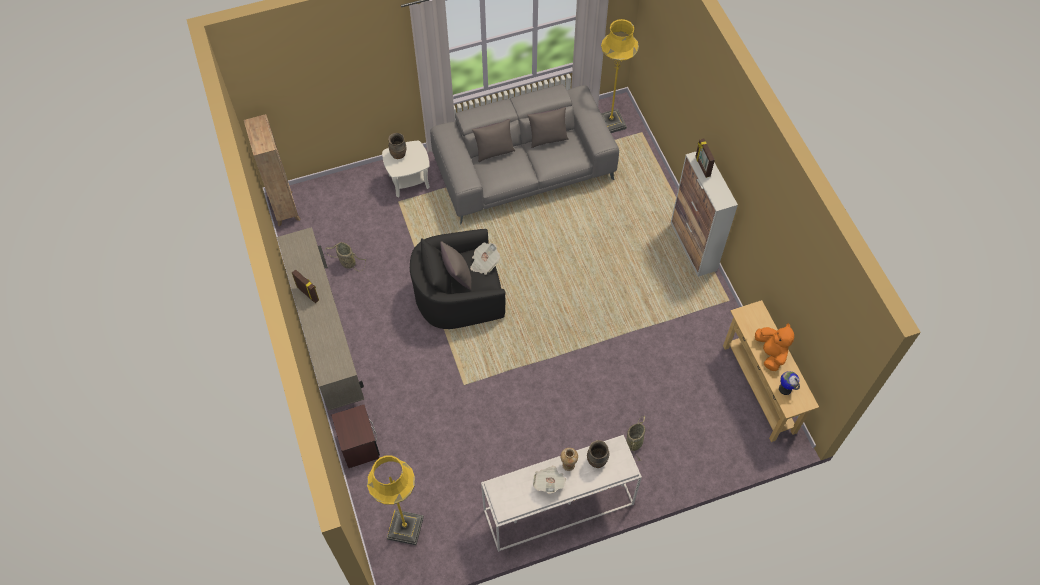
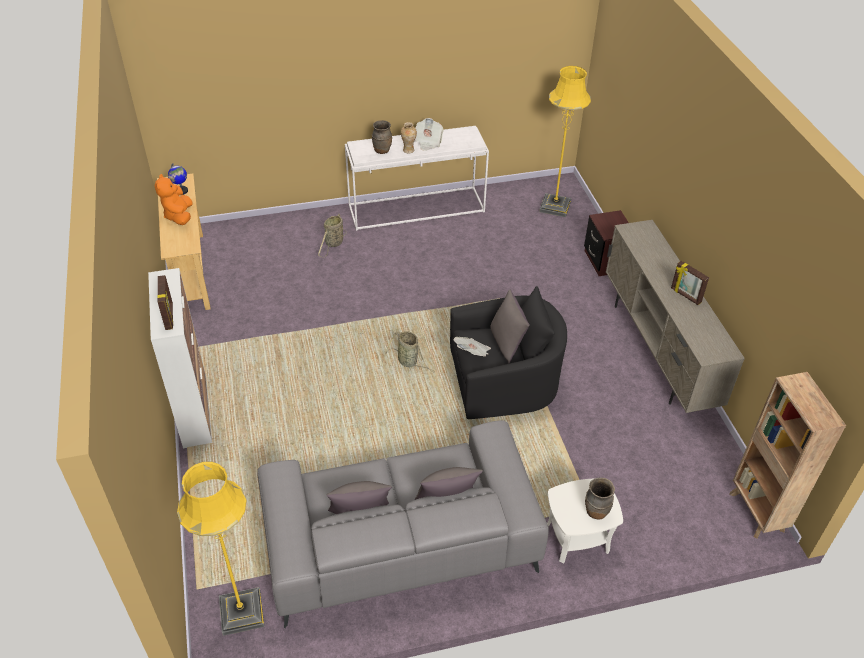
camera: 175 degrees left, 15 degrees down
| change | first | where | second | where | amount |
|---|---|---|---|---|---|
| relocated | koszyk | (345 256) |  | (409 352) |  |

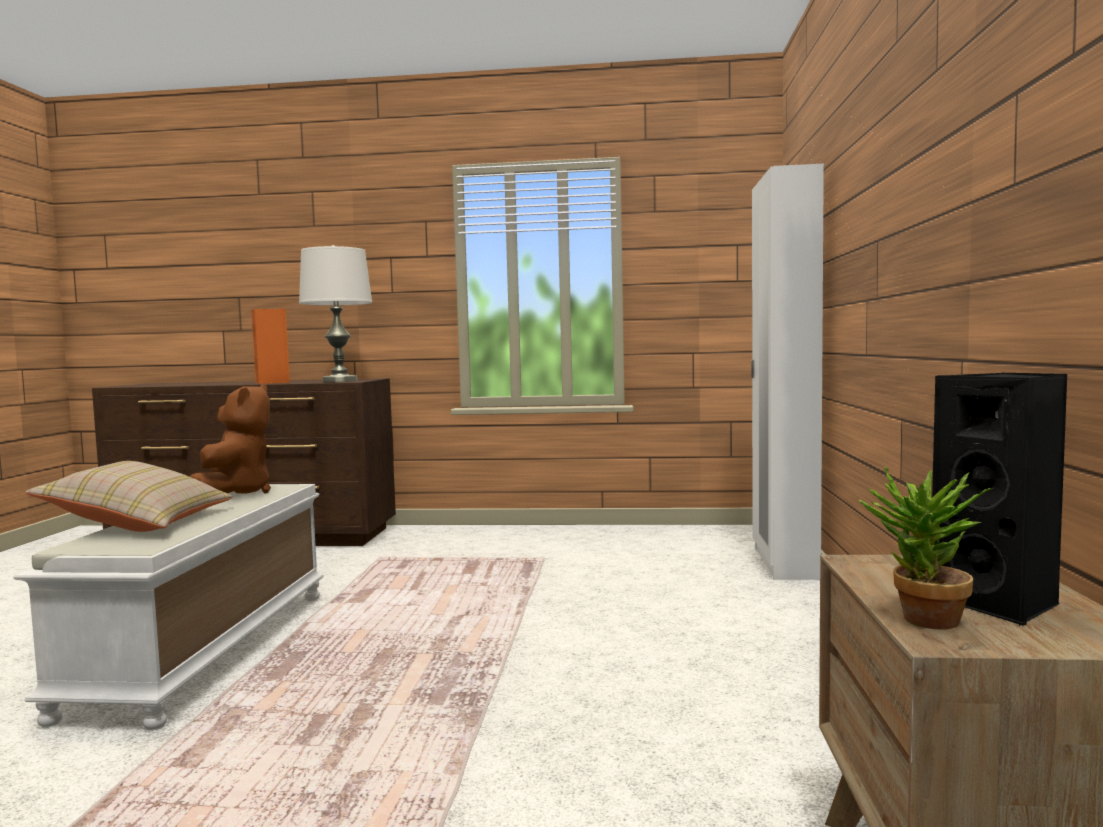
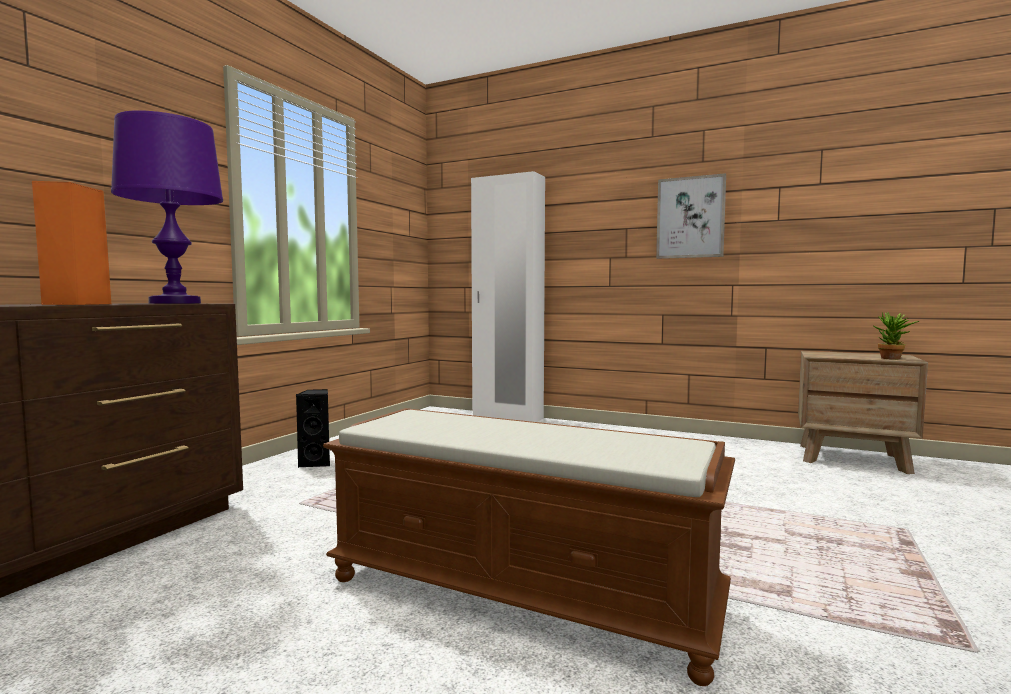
camera: 70 degrees left, 0 degrees up
| change | first | where | second | where | amount |
|---|---|---|---|---|---|
| missing | poduszka (beżowy) | (129 496) |  |  |  |
| missing | pluszak (brązowy) | (230 438) |  |  |  |
| appeared |  |  | obraz | (691 216) |  |
| relocated | głośnik (czarny) | (999 499) |  | (312 428) |  |
| colour | ławka (biały) | (168 607) | ławka (brązowy) | (529 547) |  |
| colour | lampa stołowa (biały) | (335 313) | lampa stołowa (fioletowy) | (167 207) |  |

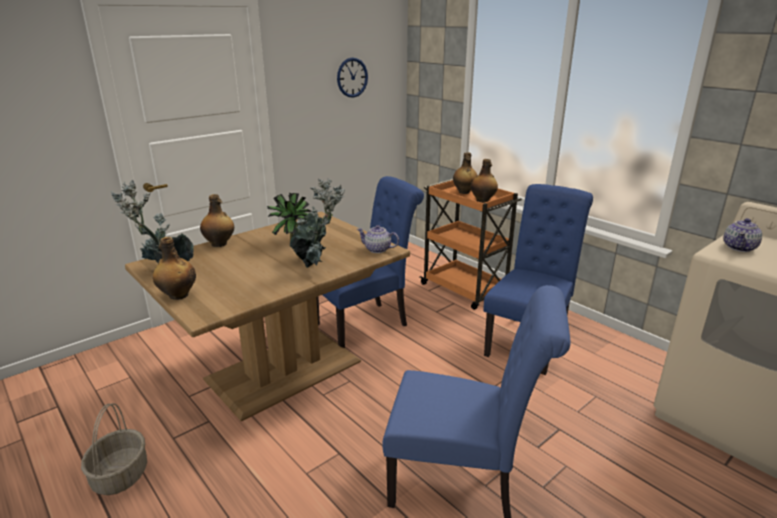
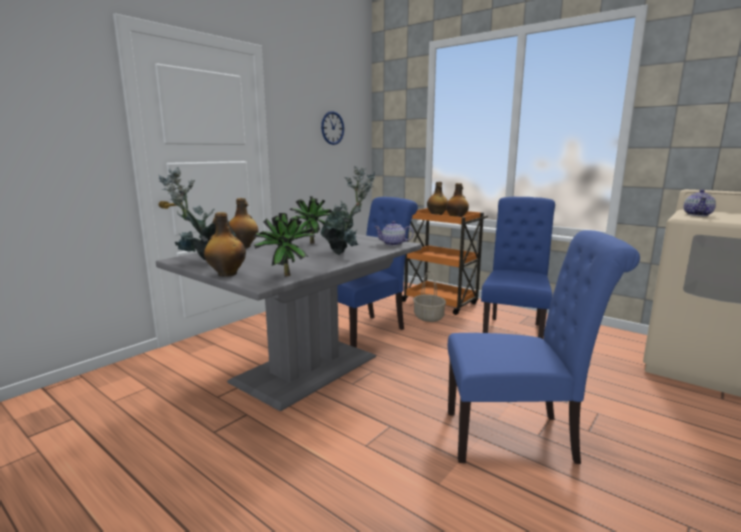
camera: 10 degrees left, 10 degrees down
| change | first | where | second | where | amount |
|---|---|---|---|---|---|
| appeared |  |  | roślina doniczkowa | (284 245) |  |
| relocated | koszyk | (114 449) |  | (429 296) |  |
| colour | stół jadalny (brązowy) | (267 317) | stół jadalny (szary) | (289 320) |  |

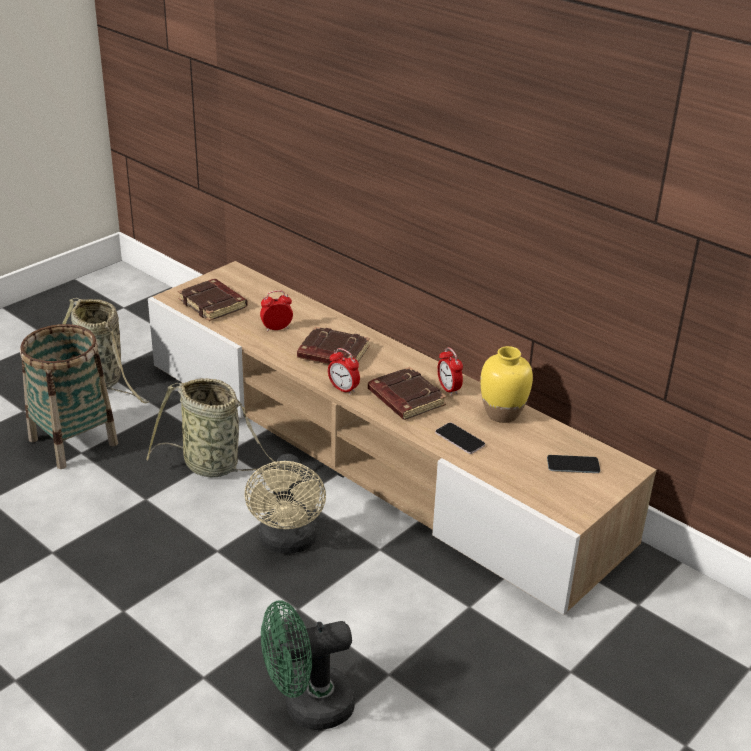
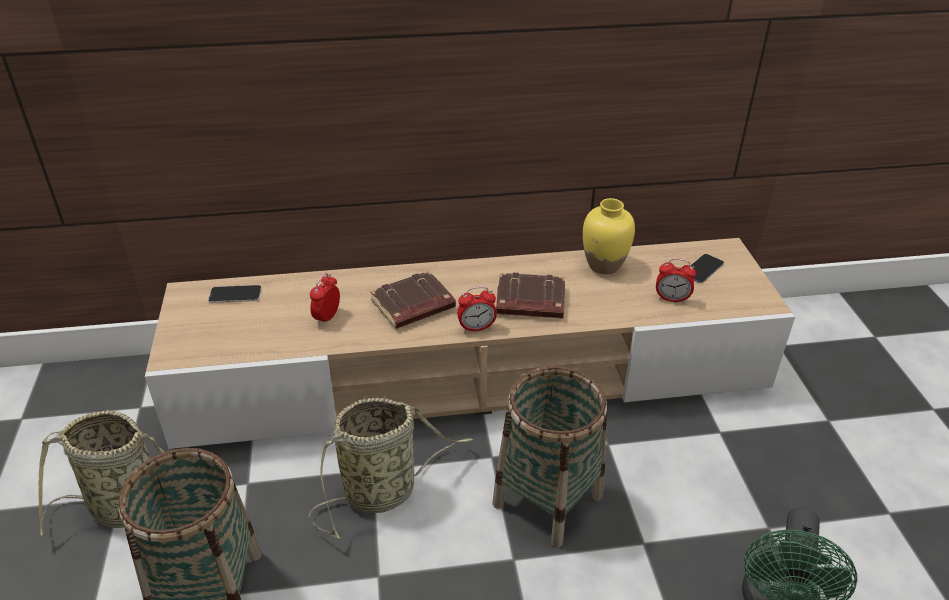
camera: 50 degrees left, 5 degrees up
| change | first | where | second | where | amount |
|---|---|---|---|---|---|
| missing | książka (brązowy) | (213 300) |  |  |  |
| relocated | telefon | (460 438) |  | (235 294) |  |
| relocated | budzik | (450 371) |  | (676 280) |  |
| exchanged | wentylator (beżowy) | (285 504) | koszyk | (549 456) |  |

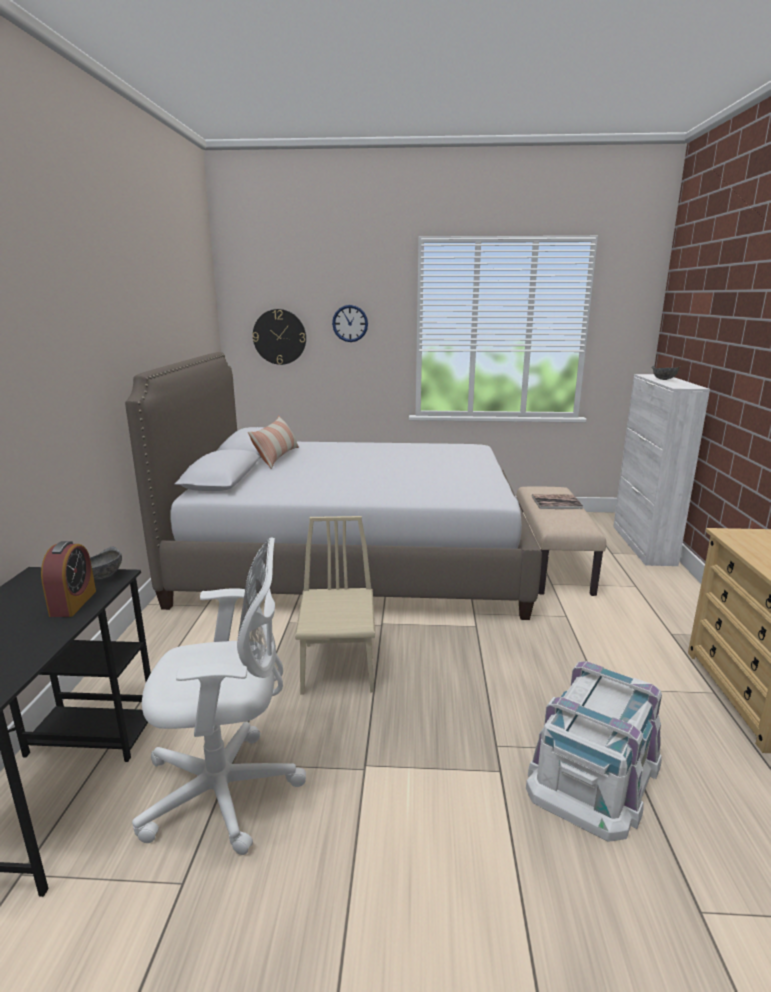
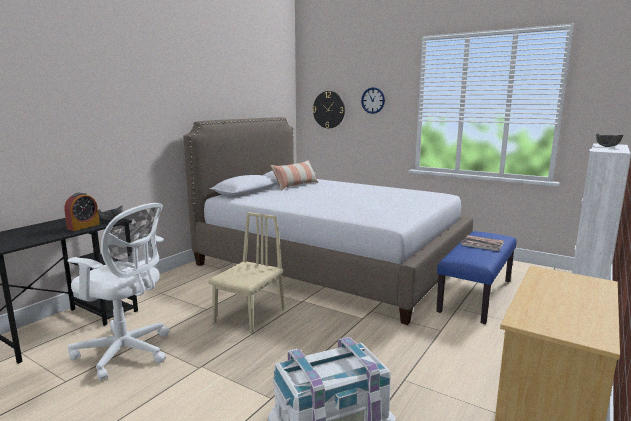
camera: 30 degrees right, 5 degrees down
| change | first | where | second | where | amount |
|---|---|---|---|---|---|
| colour | ławka (beżowy) | (561 541) | ławka (niebieski) | (476 277) |  |

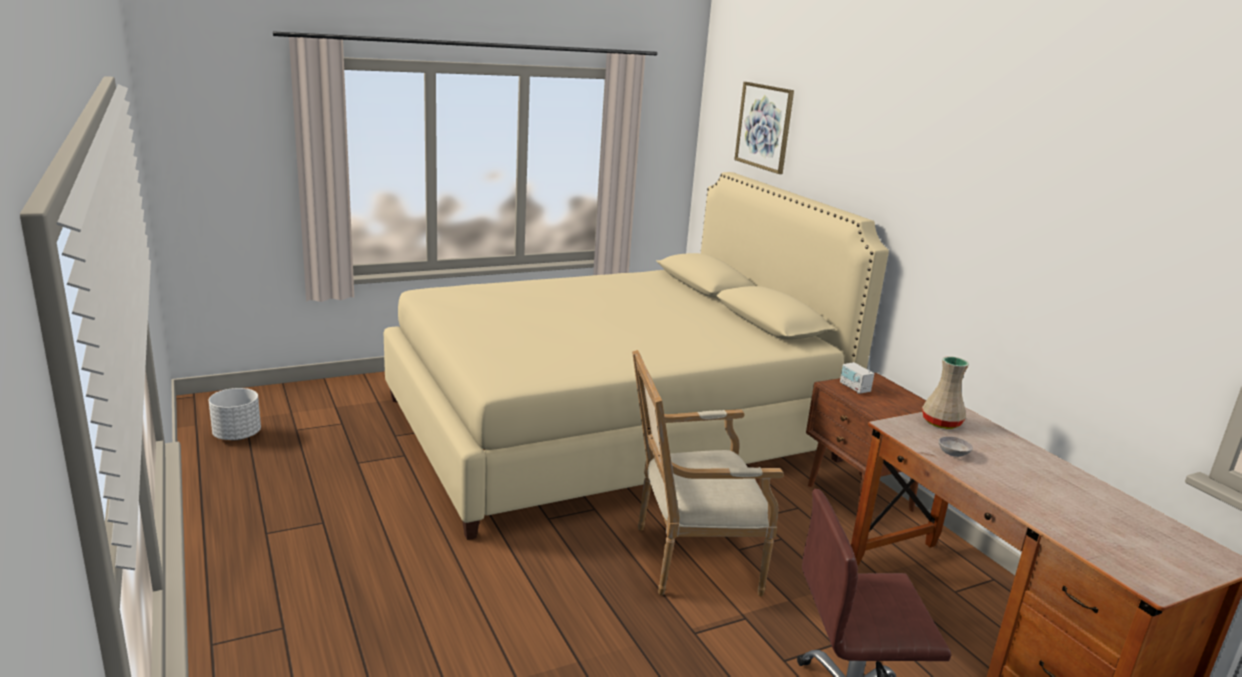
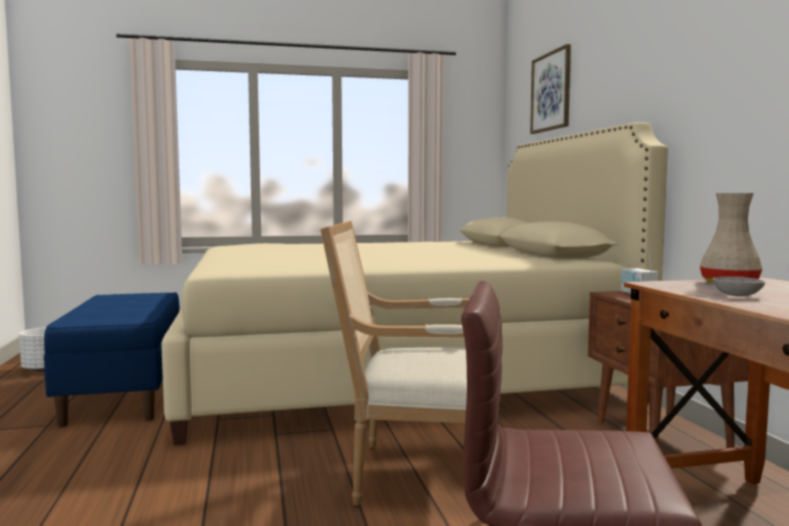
camera: 15 degrees right, 15 degrees down
| change | first | where | second | where | amount |
|---|---|---|---|---|---|
| appeared |  |  | ławka (niebieski) | (111 359) |  |

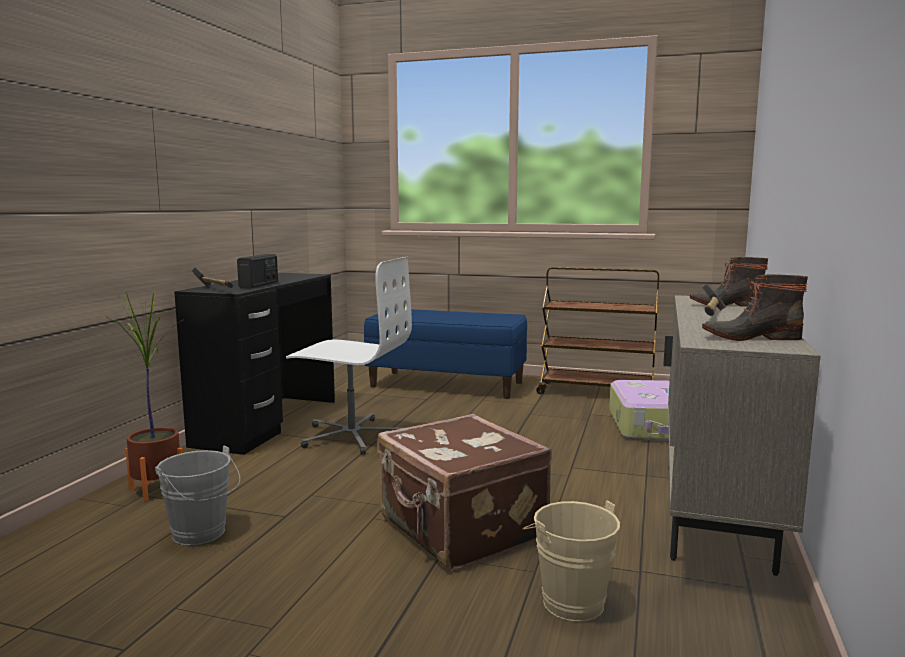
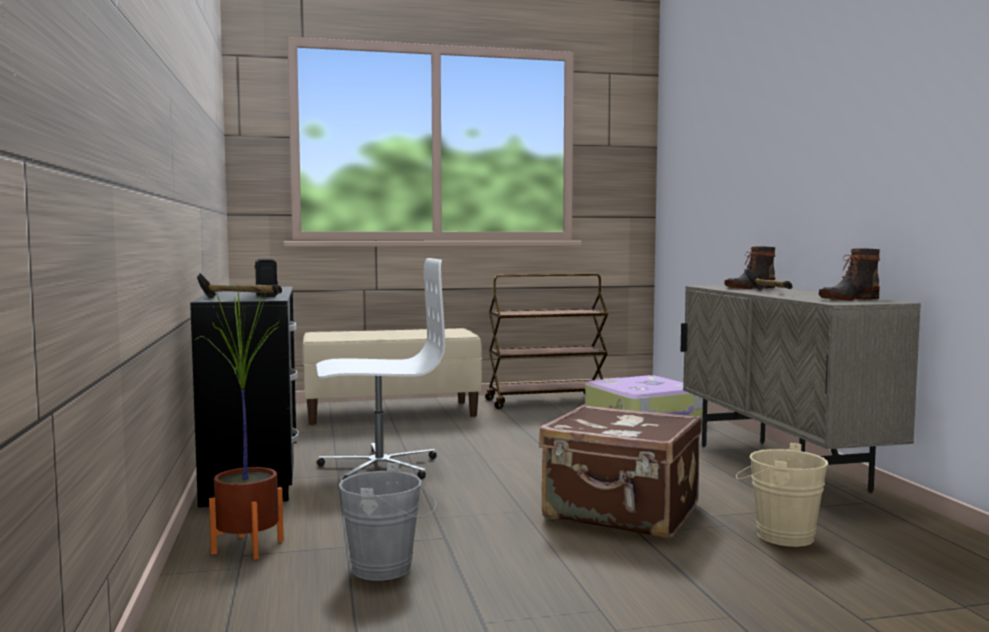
camera: 30 degrees left, 5 degrees down
| change | first | where | second | where | amount |
|---|---|---|---|---|---|
| colour | ławka (niebieski) | (445 353) | ławka (beżowy) | (392 376) |  |

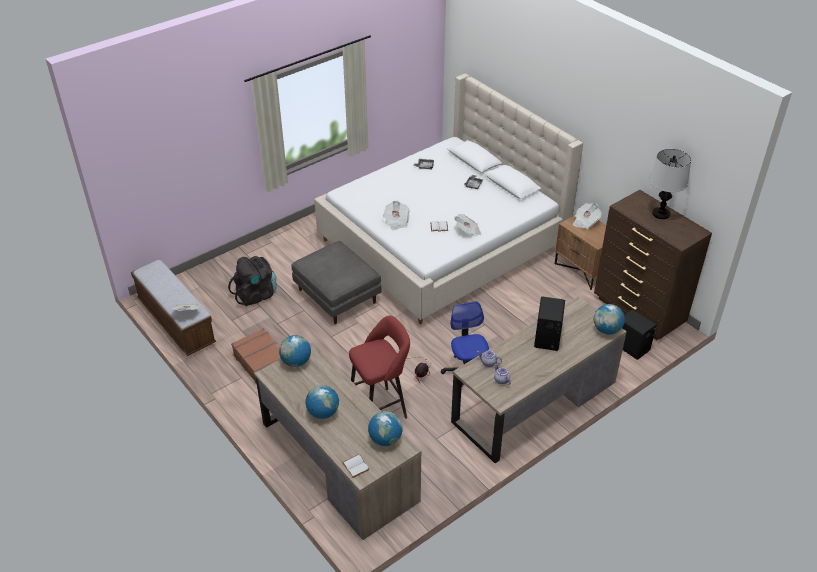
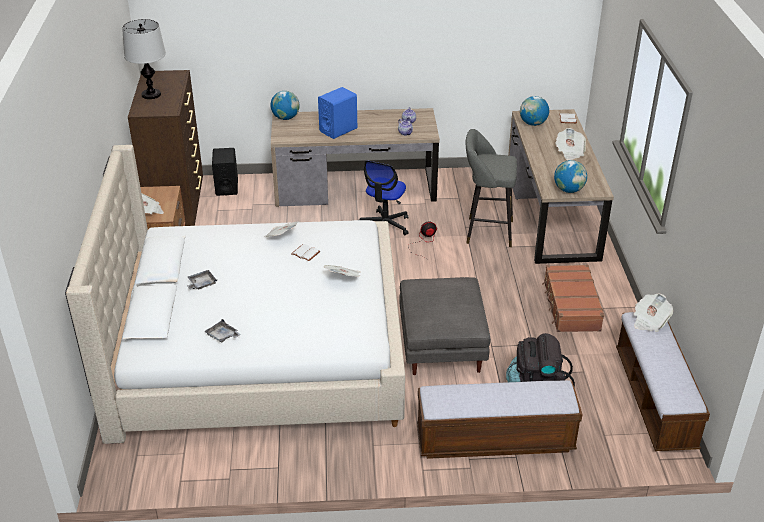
camera: 145 degrees left, 5 degrees down
| change | first | where | second | where | amount |
|---|---|---|---|---|---|
| appeared |  |  | ławka | (500 419) |  |
| exchanged | globus | (322 402) | gazeta | (570 144) |  |
| colour | stołek (czerwony) | (379 367) | stołek (szary) | (491 188) |  |
| colour | głośnik (czarny) | (549 324) | głośnik (niebieski) | (337 113) |  |

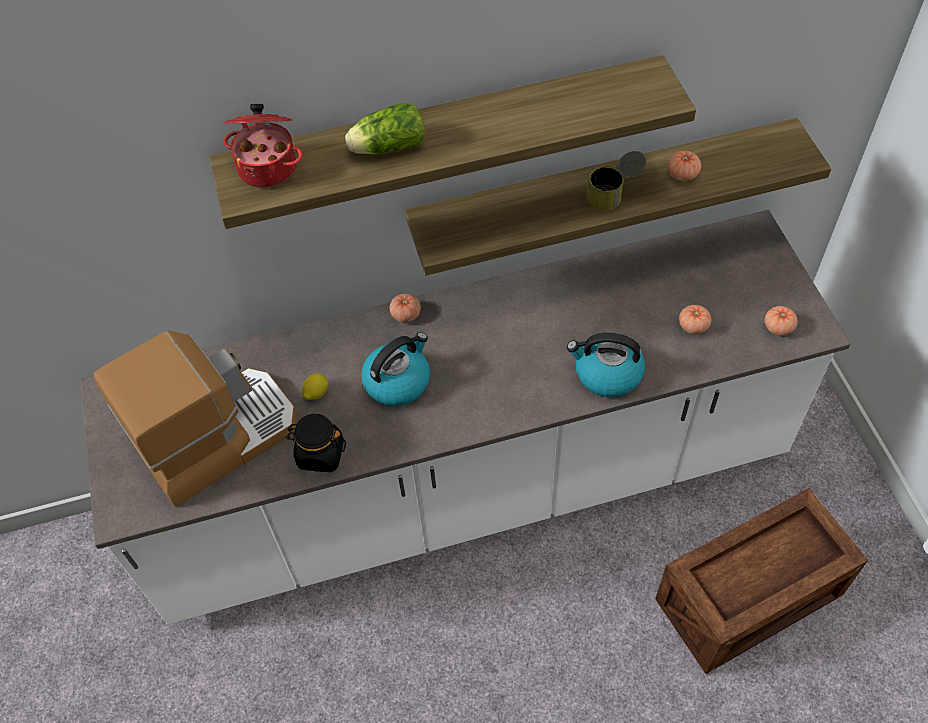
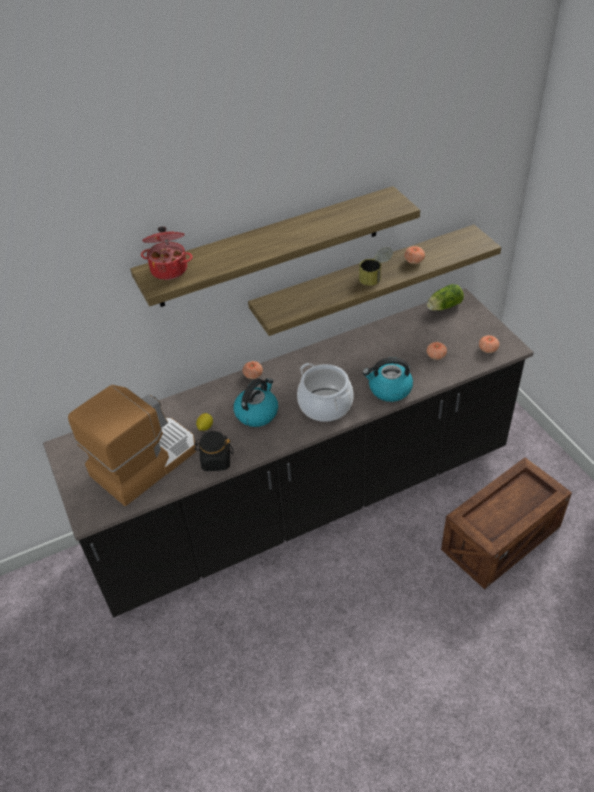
camera: 10 degrees left, 10 degrees down
| change | first | where | second | where | amount |
|---|---|---|---|---|---|
| appeared |  |  | garnek | (325 392) |  |
| relocated | sałata | (385 129) |  | (445 297) |  |
| colour | zabudowa kuchenna (biały) | (465 417) | zabudowa kuchenna (czarny) | (288 453) |  |

